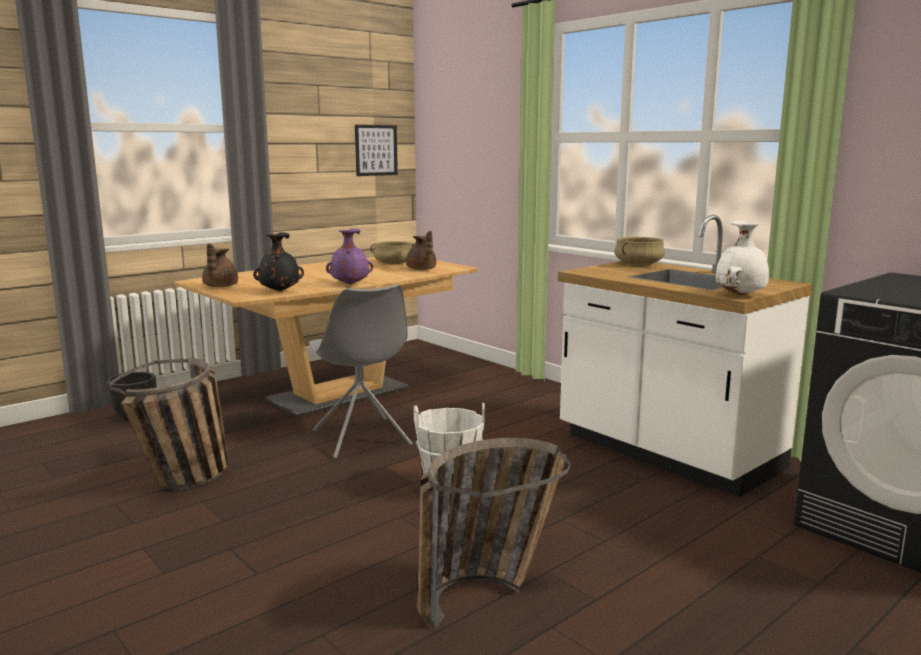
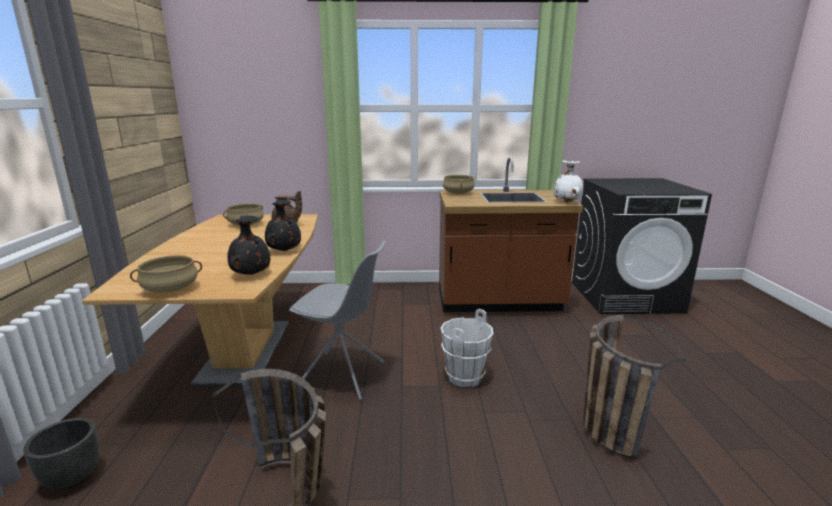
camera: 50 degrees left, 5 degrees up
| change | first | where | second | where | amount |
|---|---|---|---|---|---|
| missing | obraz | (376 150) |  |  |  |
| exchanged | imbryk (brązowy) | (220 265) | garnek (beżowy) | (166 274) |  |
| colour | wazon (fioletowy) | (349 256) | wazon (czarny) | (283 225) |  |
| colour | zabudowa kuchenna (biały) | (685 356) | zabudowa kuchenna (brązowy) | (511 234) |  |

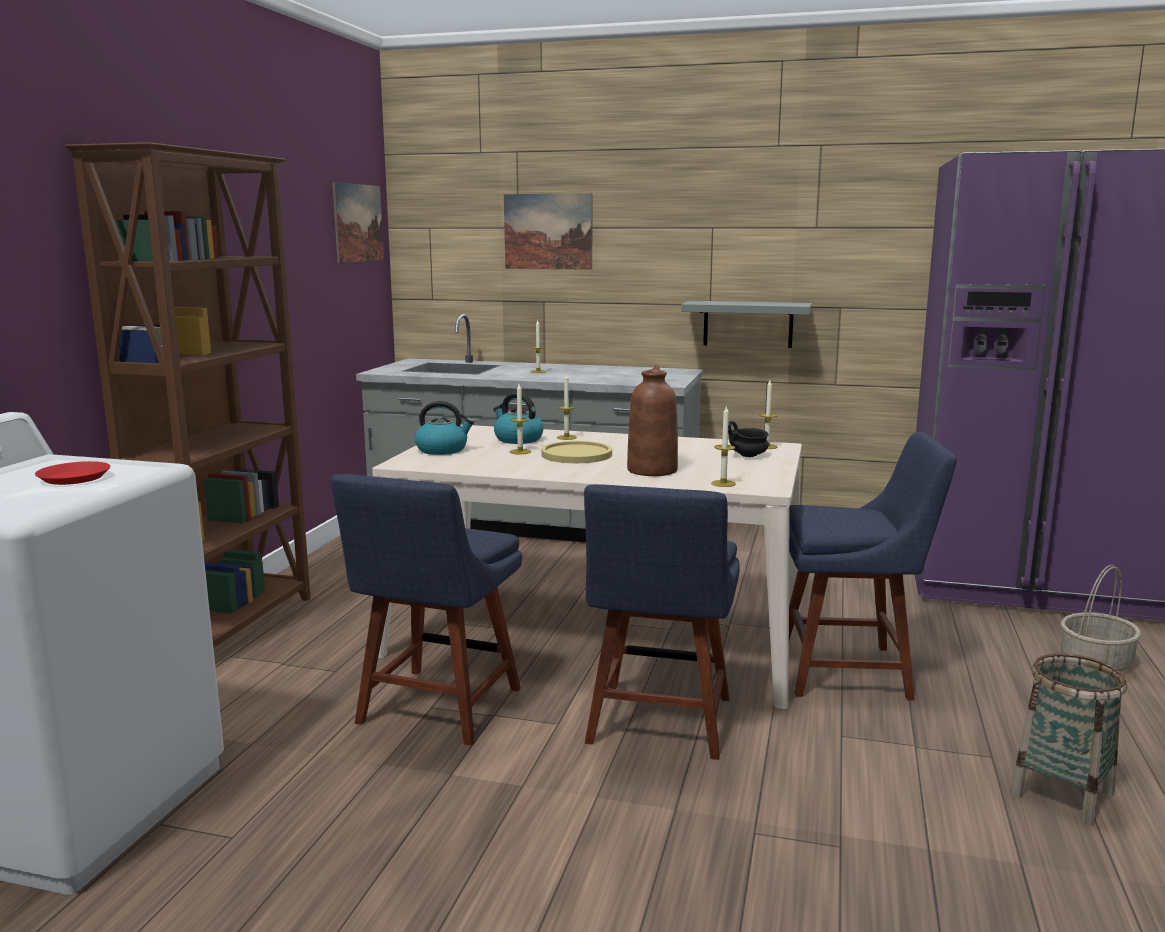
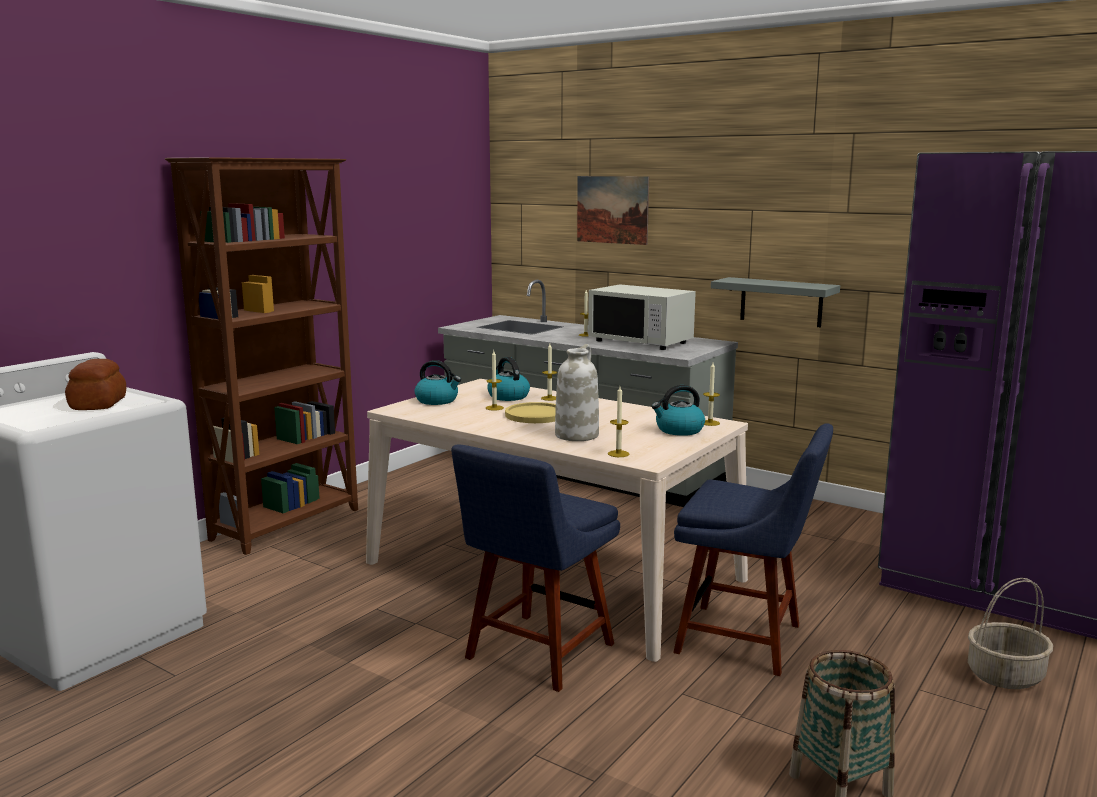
camera: 20 degrees right, 0 degrees up
| change | first | where | second | where | amount |
|---|---|---|---|---|---|
| missing | krzesło (niebieski) | (426 610) |  |  |  |
| missing | obraz | (358 222) |  |  |  |
| appeared |  |  | mikrofalówka (biały) | (642 317) |  |
| exchanged | talerz (czerwony) | (72 473) | chleb | (95 384) |  |
| exchanged | miska (czarny) | (748 439) | czajnik | (678 410) |  |
| colour | wazon (brązowy) | (652 420) | wazon (biały) | (577 392) |  |

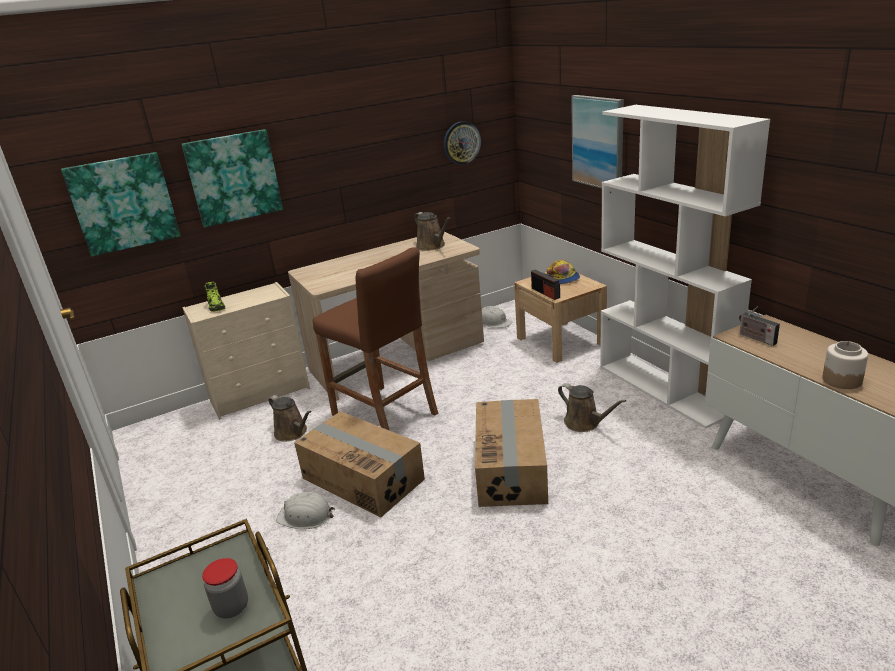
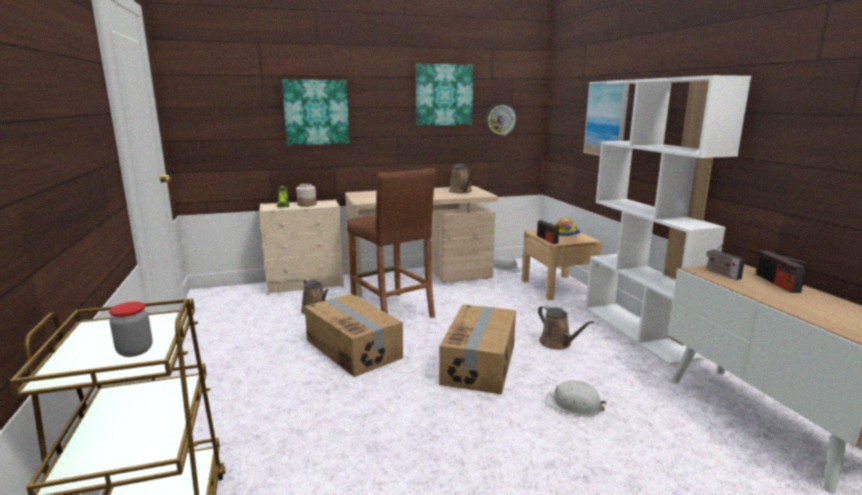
camera: 10 degrees right, 10 degrees down
| change | first | where | second | where | amount |
|---|---|---|---|---|---|
| appeared |  |  | radio | (781 272) |  |
| relocated | obraz | (121 204) |  | (444 95) |  |
| relocated | kask (biały) | (305 510) |  | (575 398) |  |
| relocated | słoik | (845 365) |  | (306 195) |  |

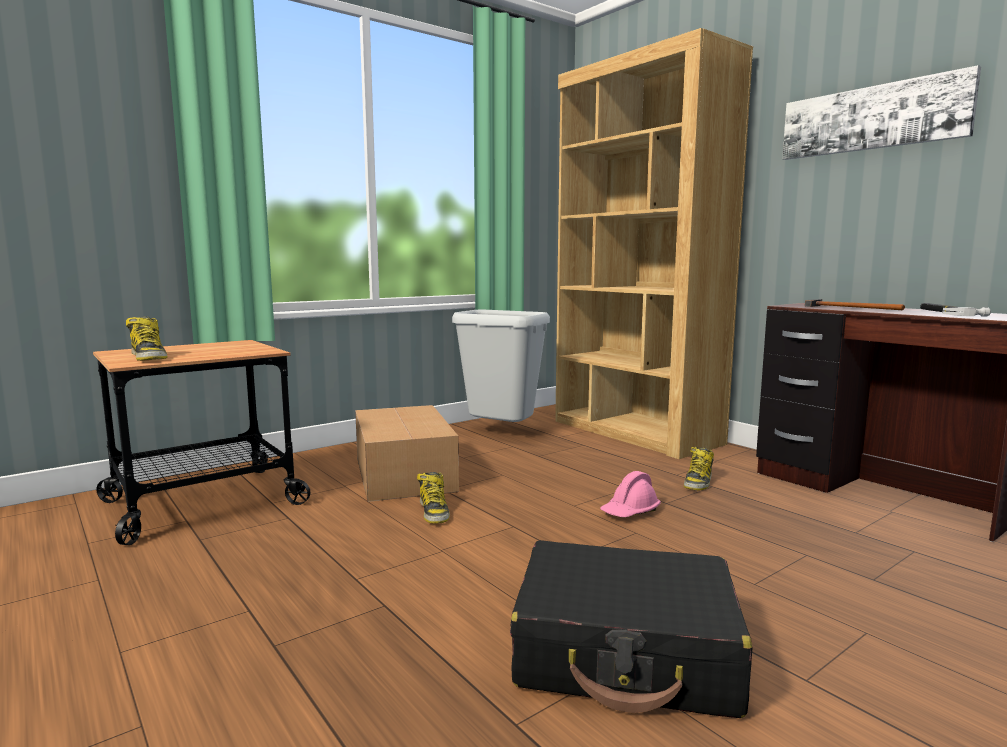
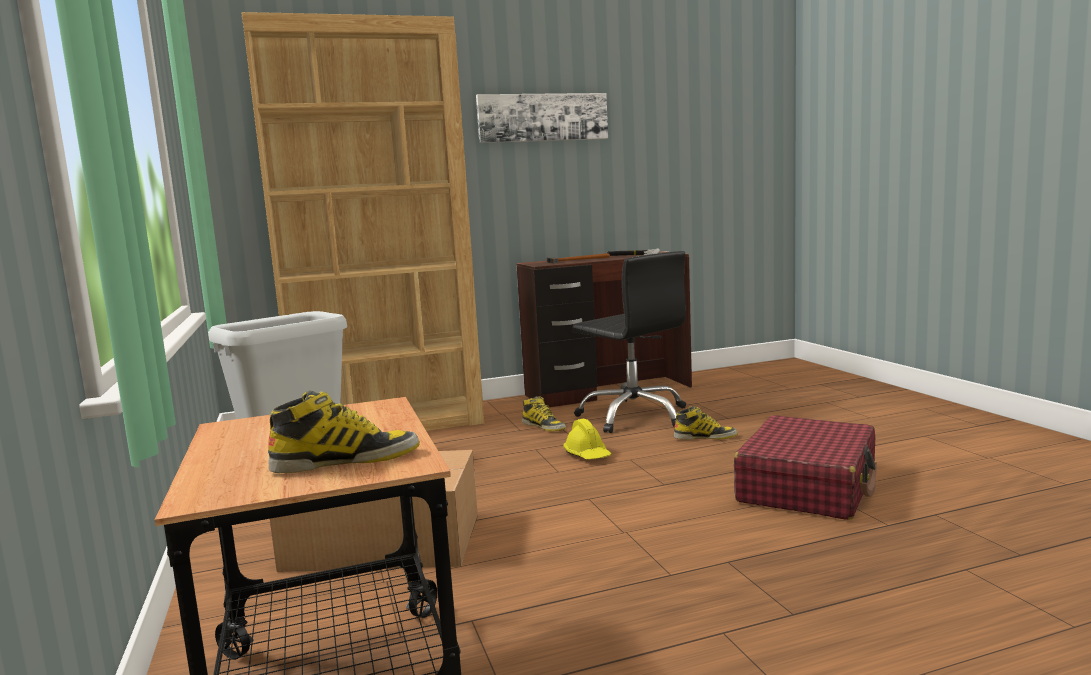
camera: 70 degrees left, 0 degrees up
| change | first | where | second | where | amount |
|---|---|---|---|---|---|
| appeared |  |  | krzesło biurowe (czarny) | (629 342) |  |
| relocated | but z cholewką | (433 498) |  | (706 423) |  |
| colour | walizka (czarny) | (631 629) | walizka (czerwony) | (805 467) |  |
| colour | kask (różowy) | (630 494) | kask (żółty) | (587 439) |  |

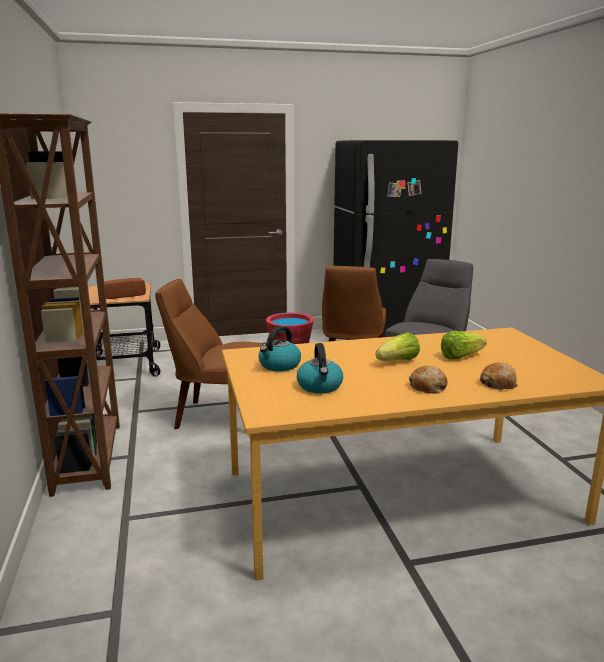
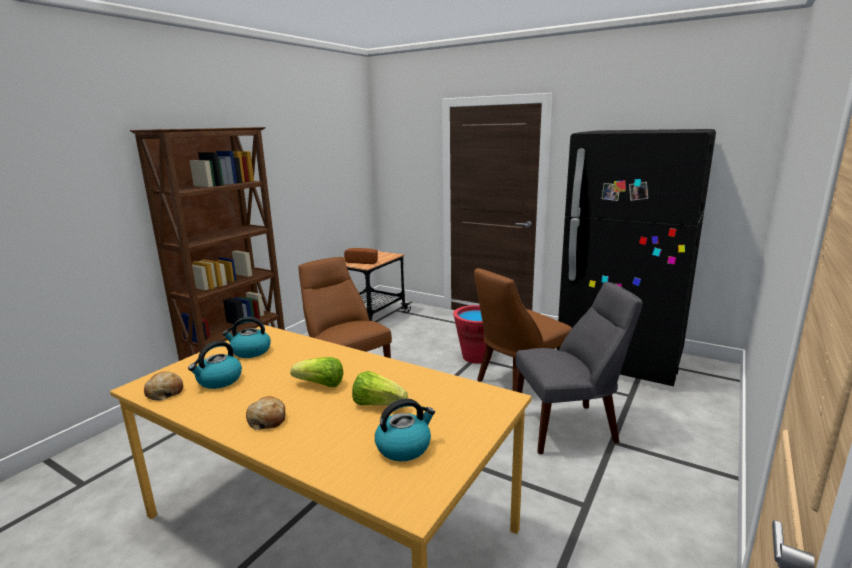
camera: 45 degrees right, 0 degrees up
| change | first | where | second | where | amount |
|---|---|---|---|---|---|
| appeared |  |  | czajnik | (405 429) |  |
| relocated | chleb | (499 376) |  | (163 386) |  |

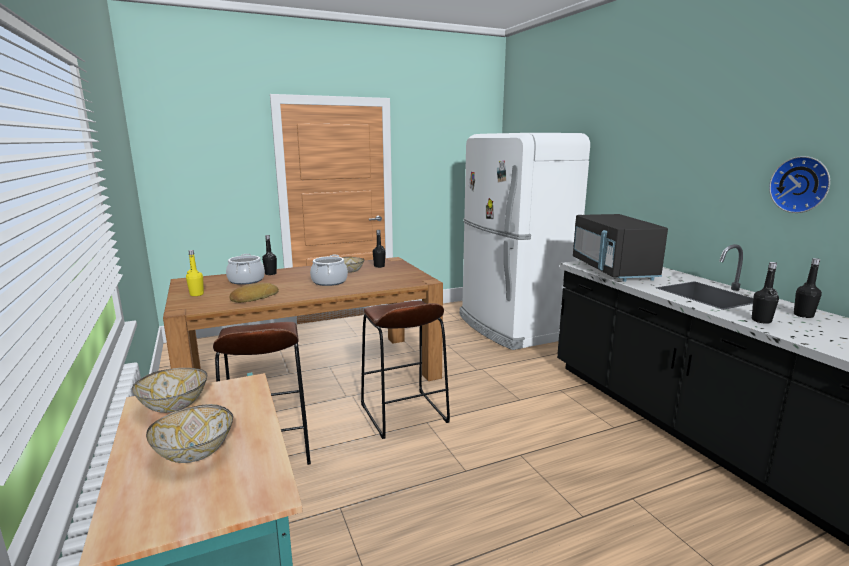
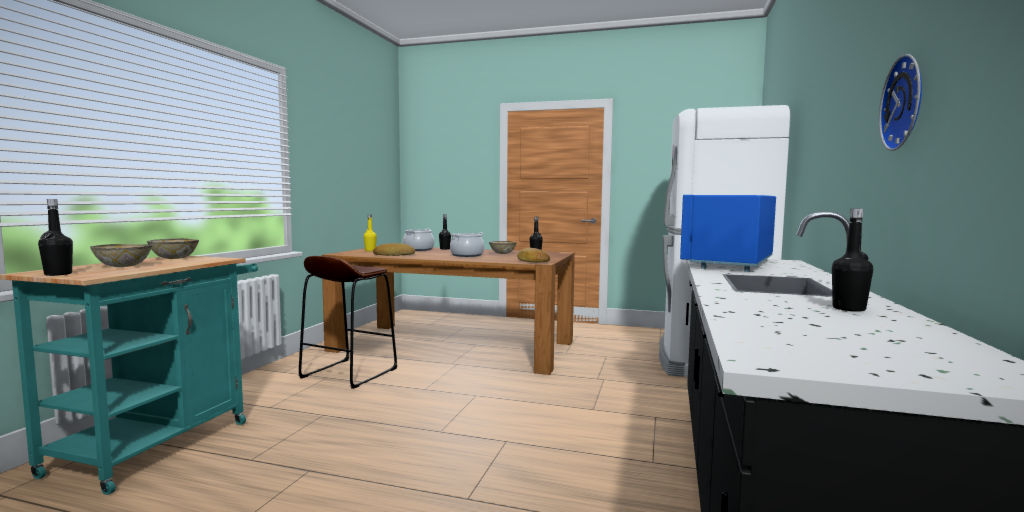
camera: 40 degrees right, 10 degrees down
| change | first | where | second | where | amount |
|---|---|---|---|---|---|
| missing | stołek (brązowy) | (405 370) |  |  |  |
| appeared |  |  | chleb | (533 255) |  |
| relocated | butelka (czarny) | (765 293) |  | (55 237) |  |
| colour | mikrofalówka (czarny) | (620 248) | mikrofalówka (niebieski) | (728 233) |  |

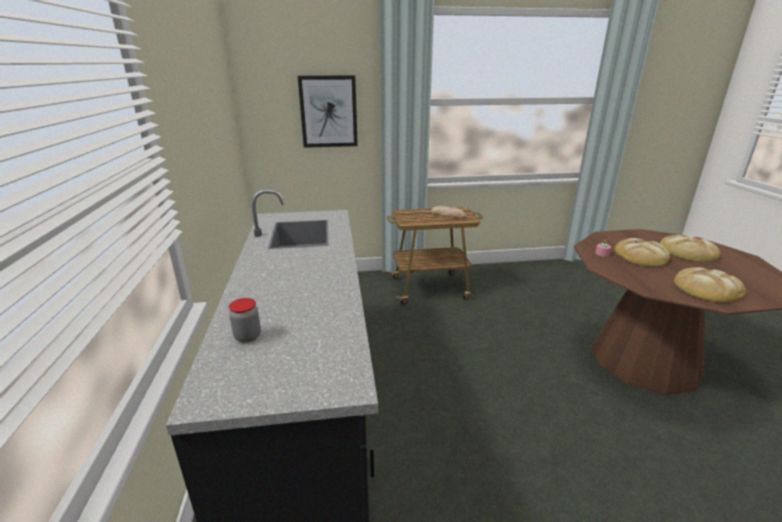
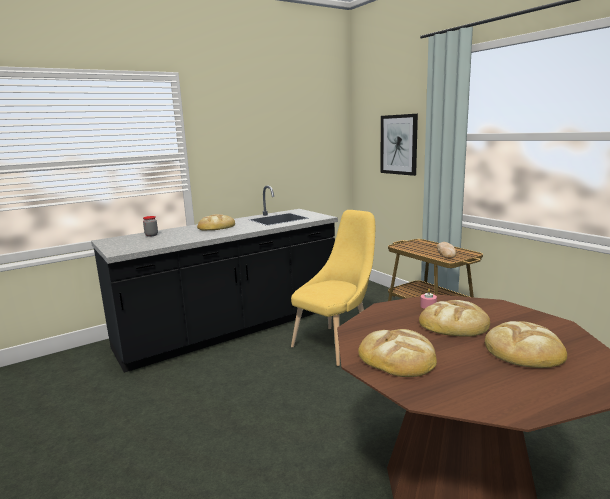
camera: 65 degrees right, 10 degrees down
| change | first | where | second | where | amount |
|---|---|---|---|---|---|
| appeared |  |  | chleb | (216 222) |  |
| appeared |  |  | krzesło (żółty) | (333 288) |  |

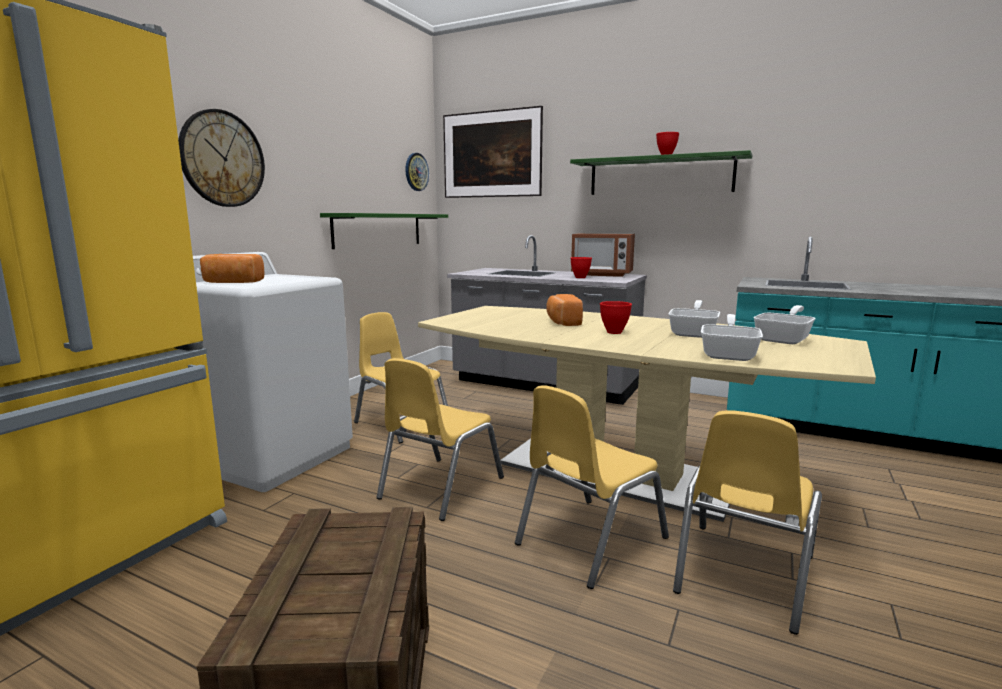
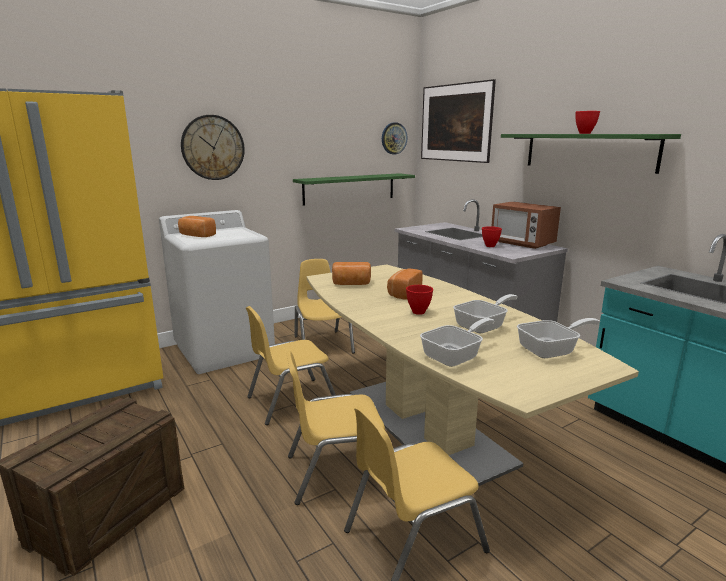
camera: 30 degrees right, 5 degrees up
| change | first | where | second | where | amount |
|---|---|---|---|---|---|
| appeared |  |  | chleb | (351 273) |  |

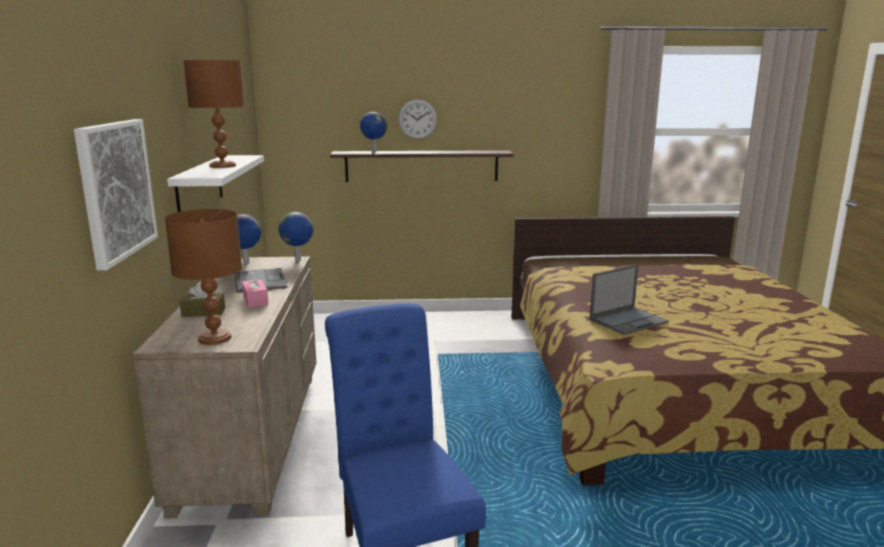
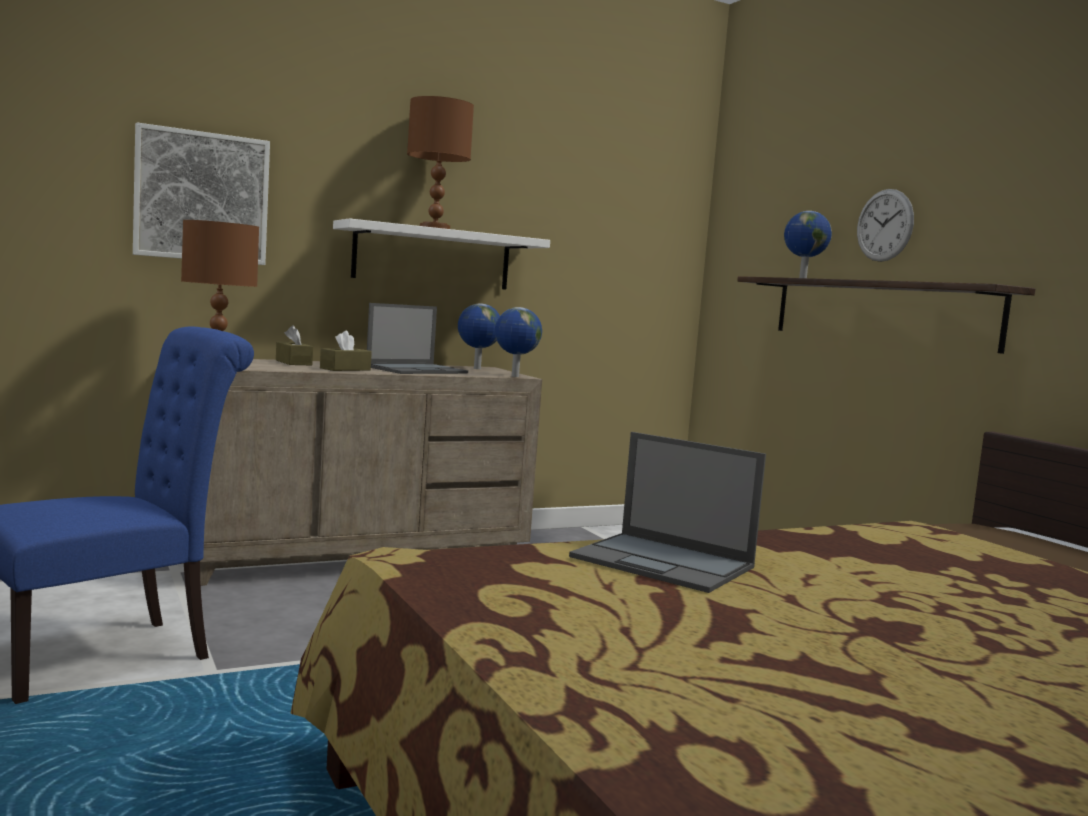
camera: 65 degrees right, 10 degrees down
| change | first | where | second | where | amount |
|---|---|---|---|---|---|
| colour | pudełko chusteczek (różowy) | (255 289) | pudełko chusteczek (brązowy) | (346 350) |  |

